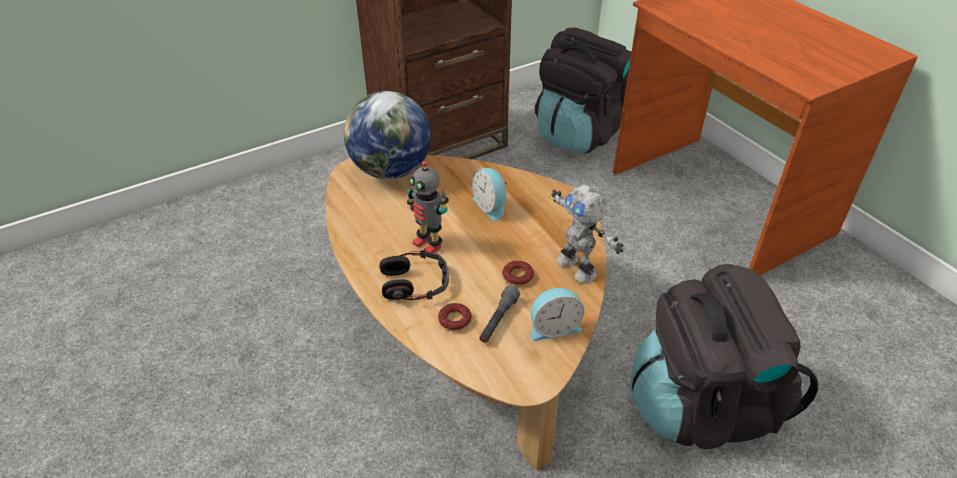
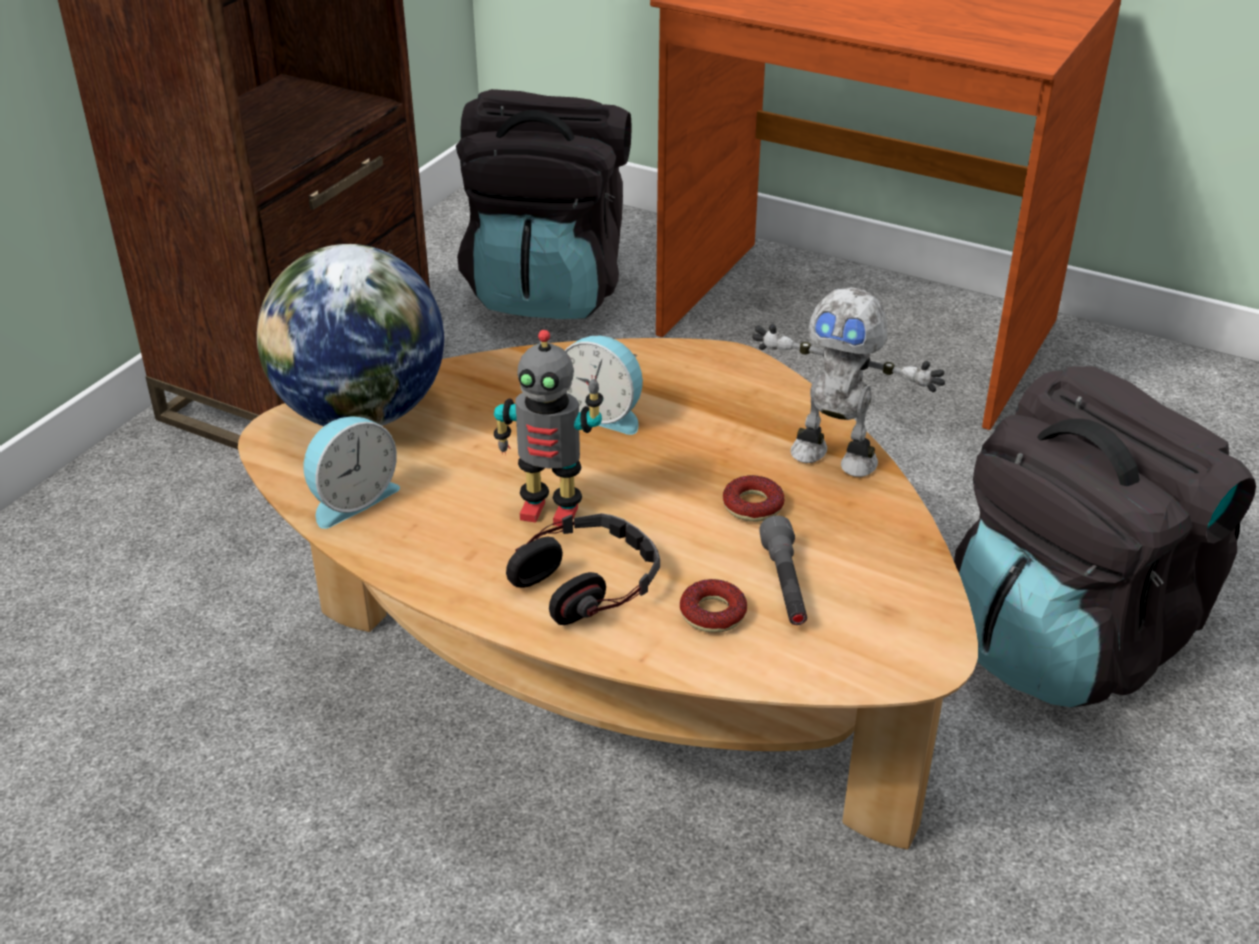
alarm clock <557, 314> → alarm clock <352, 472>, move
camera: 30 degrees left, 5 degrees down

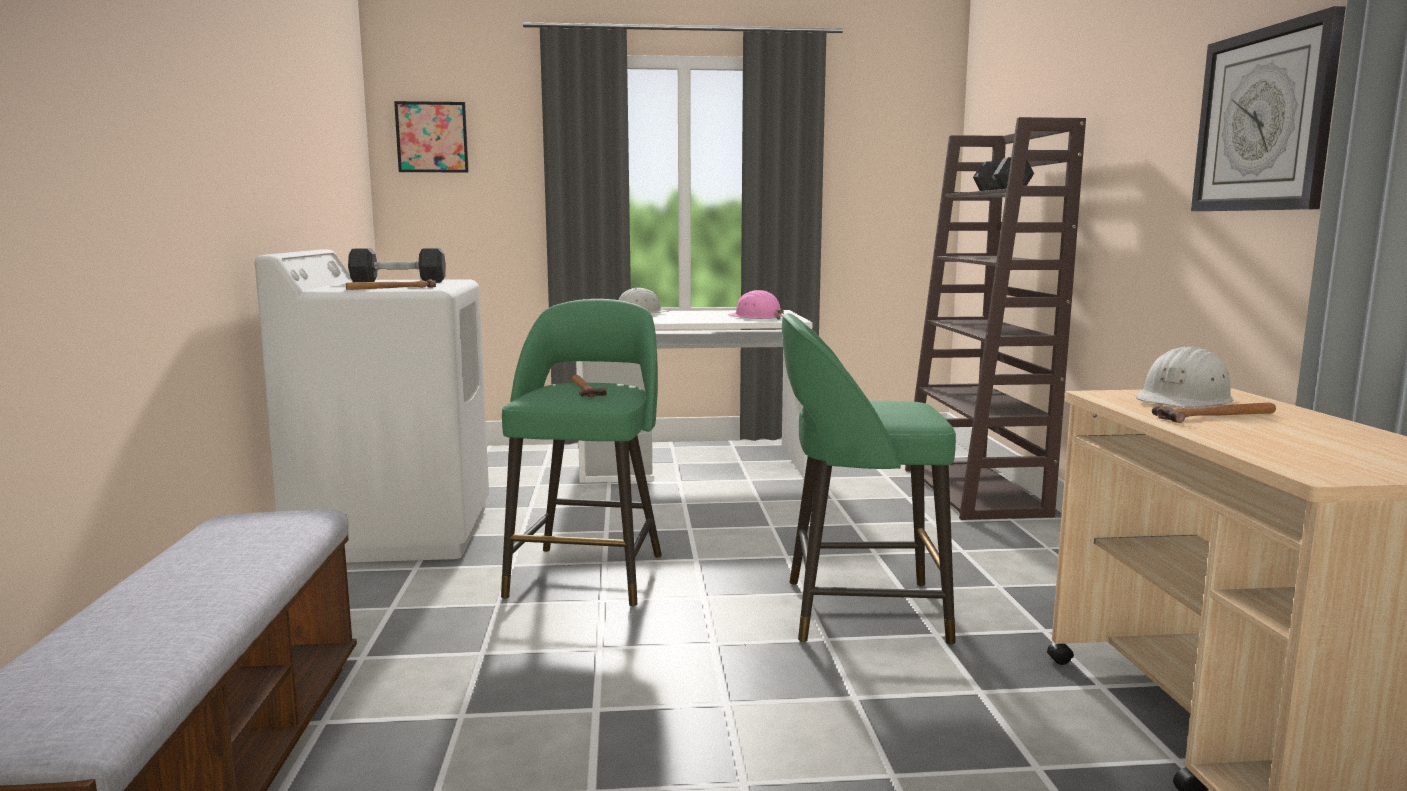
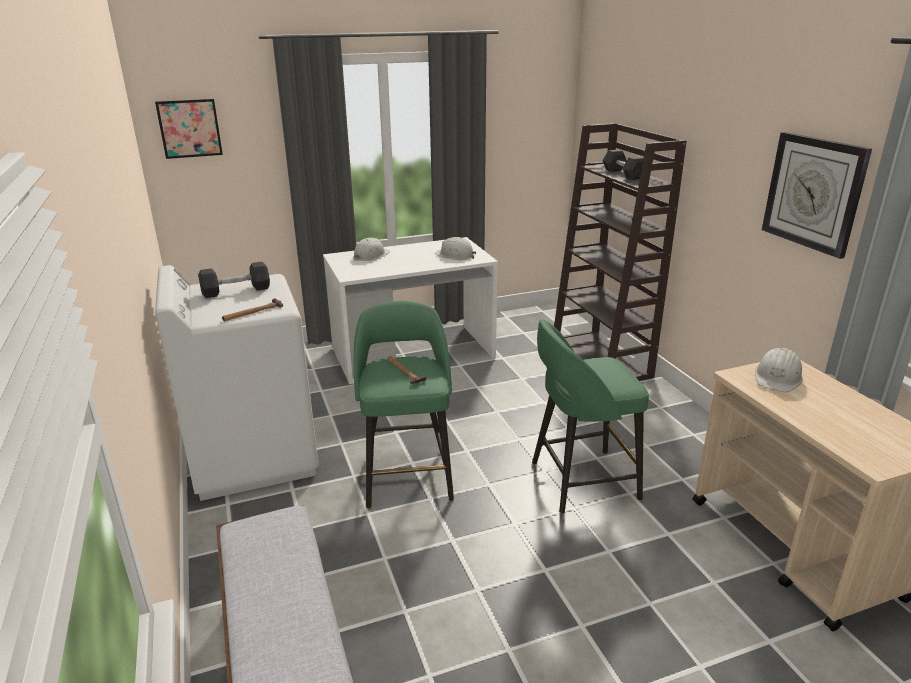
hammer <1214, 413> → -
pink hard hat <756, 305> → white hard hat <455, 248>
camera: 15 degrees left, 15 degrees up

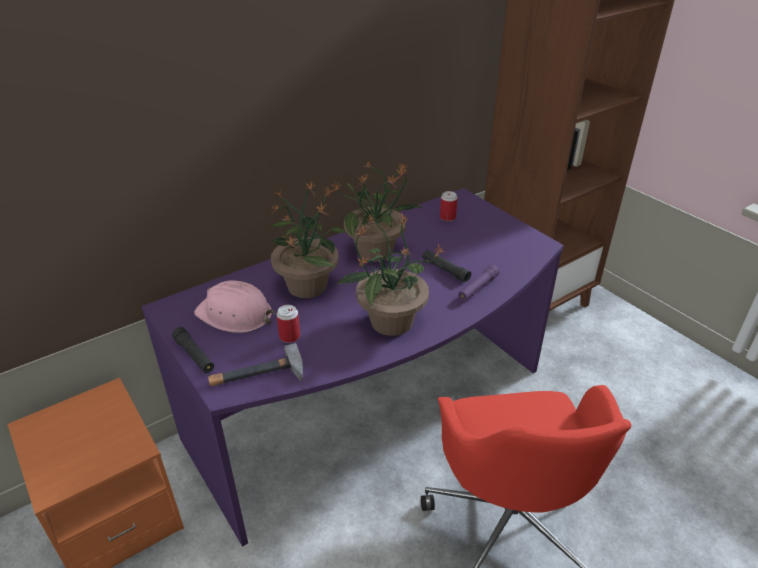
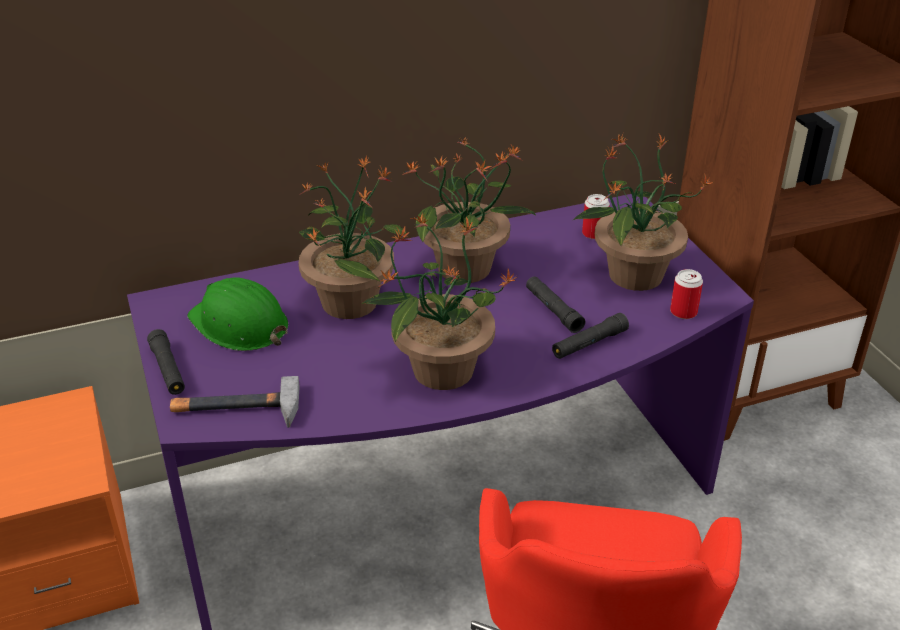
- → potted plant <642, 212>
can <288, 324> → can <686, 294>, move
pink hard hat <234, 306> → green hard hat <237, 314>
purple flashlight <479, 283> → black flashlight <590, 336>
camera: 15 degrees right, 0 degrees up

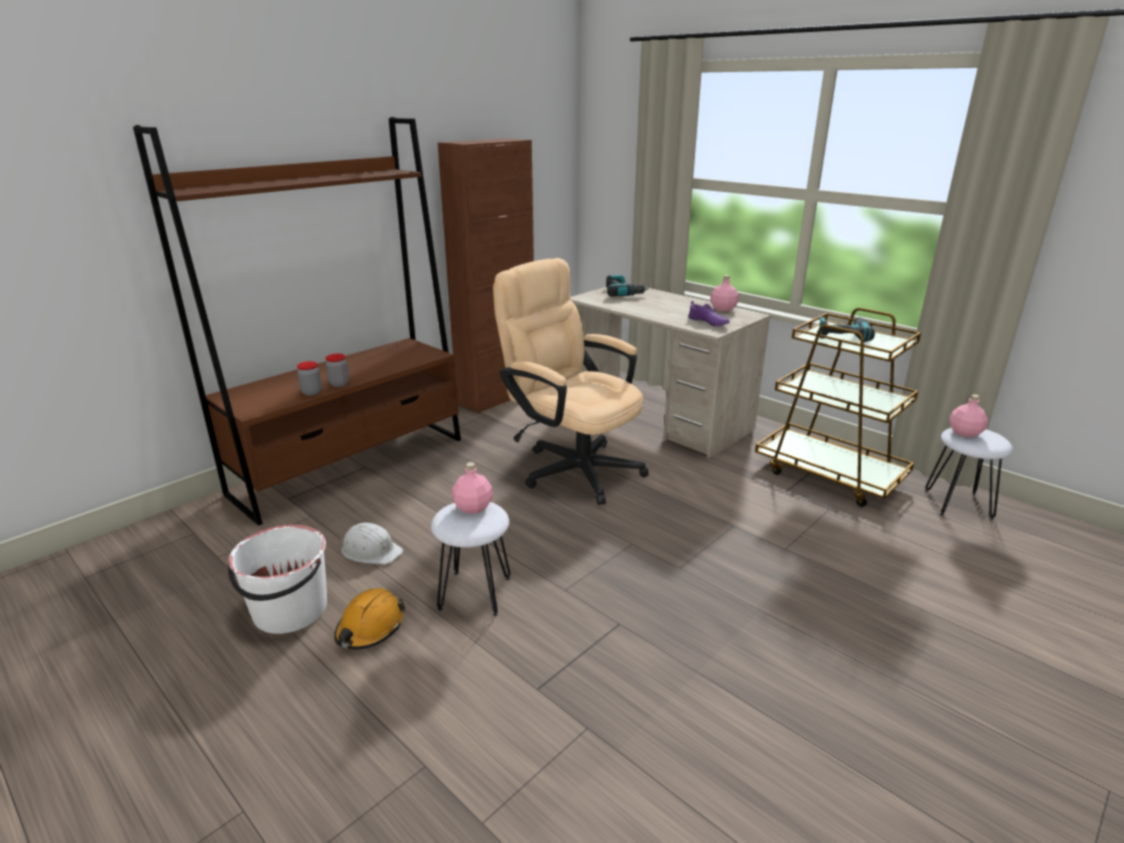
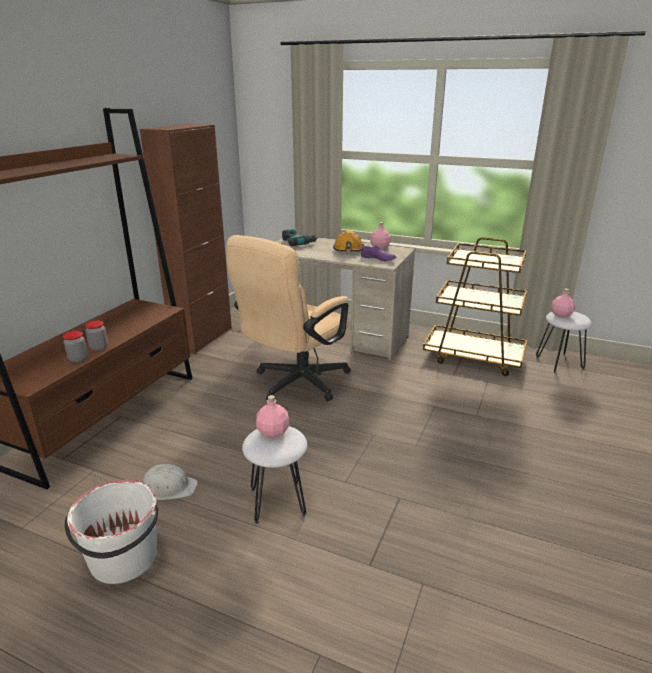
power drill <846, 329> → -
orange hard hat <369, 618> → orange hard hat <348, 241>, move
beige office chair <571, 381> → beige office chair <288, 318>, 75 degrees counterclockwise
camera: 20 degrees left, 0 degrees up

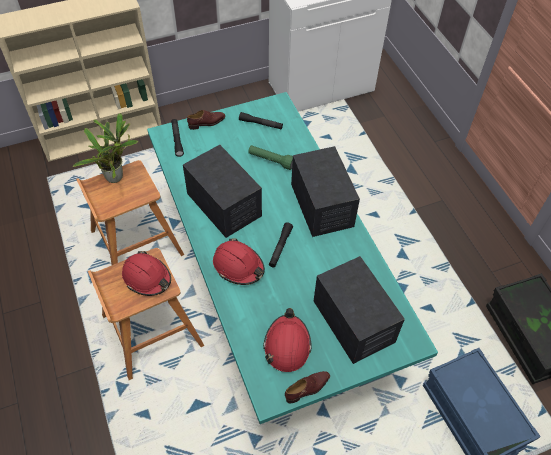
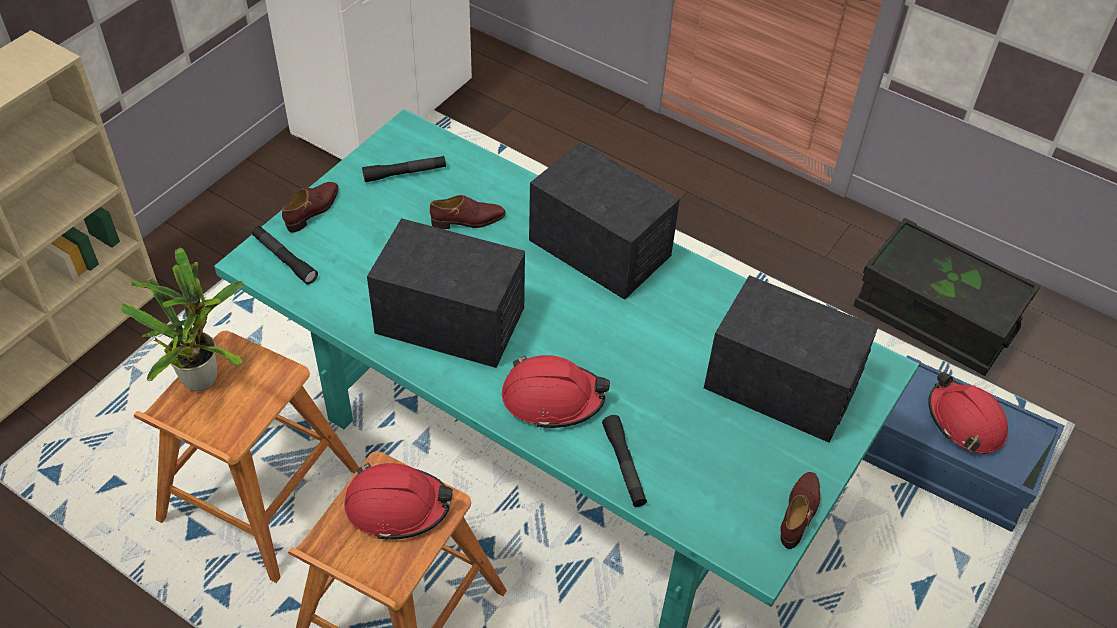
red hard hat <287, 340> → red hard hat <968, 413>, move
black flashlight <281, 245> → black flashlight <624, 461>, move
green flashlight <270, 157> → brown shoe <468, 212>
camera: 35 degrees left, 5 degrees down

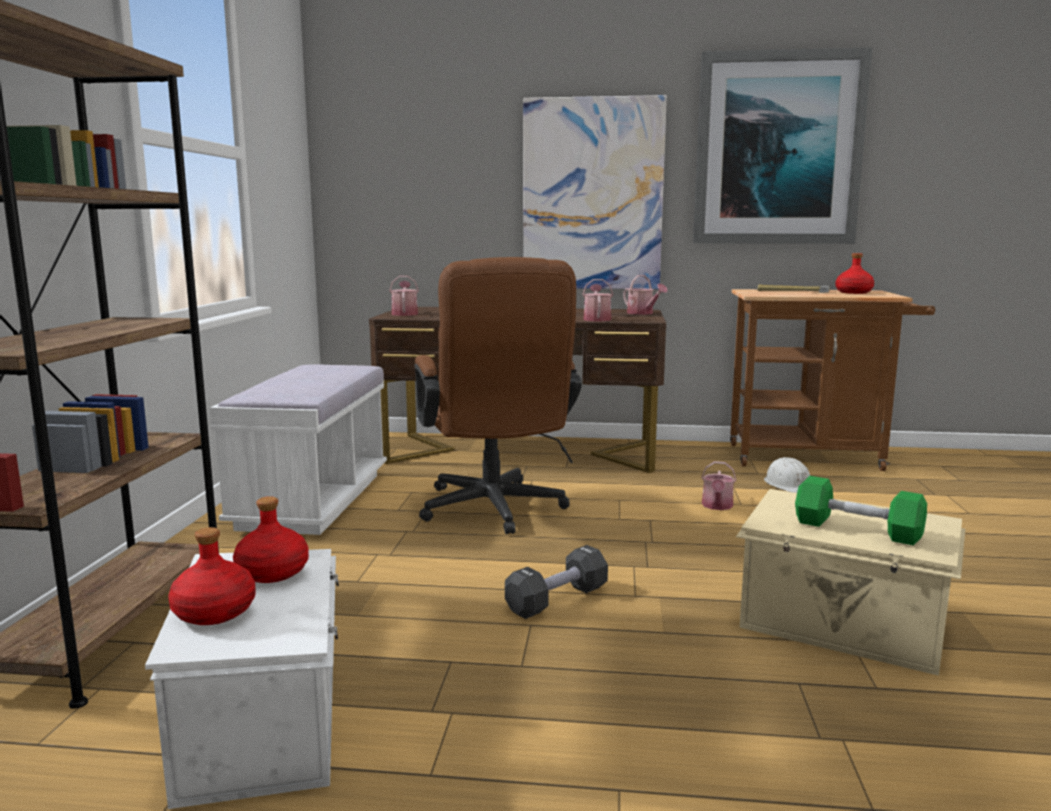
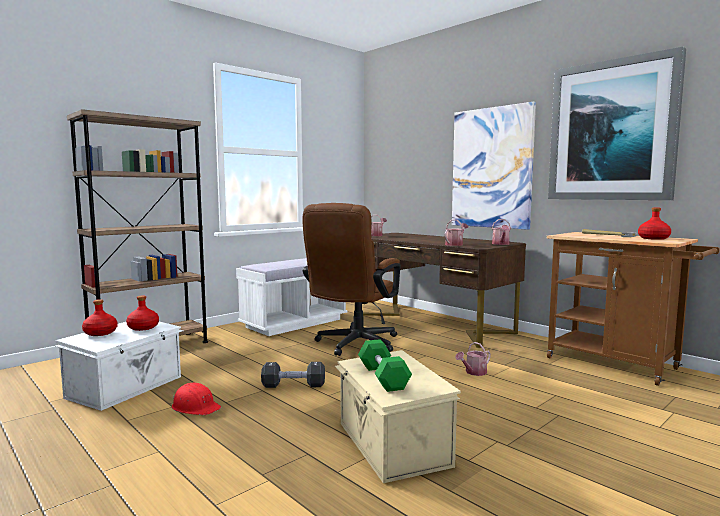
white hard hat <787, 475> → -
- → red hard hat <196, 399>
camera: 40 degrees right, 5 degrees down

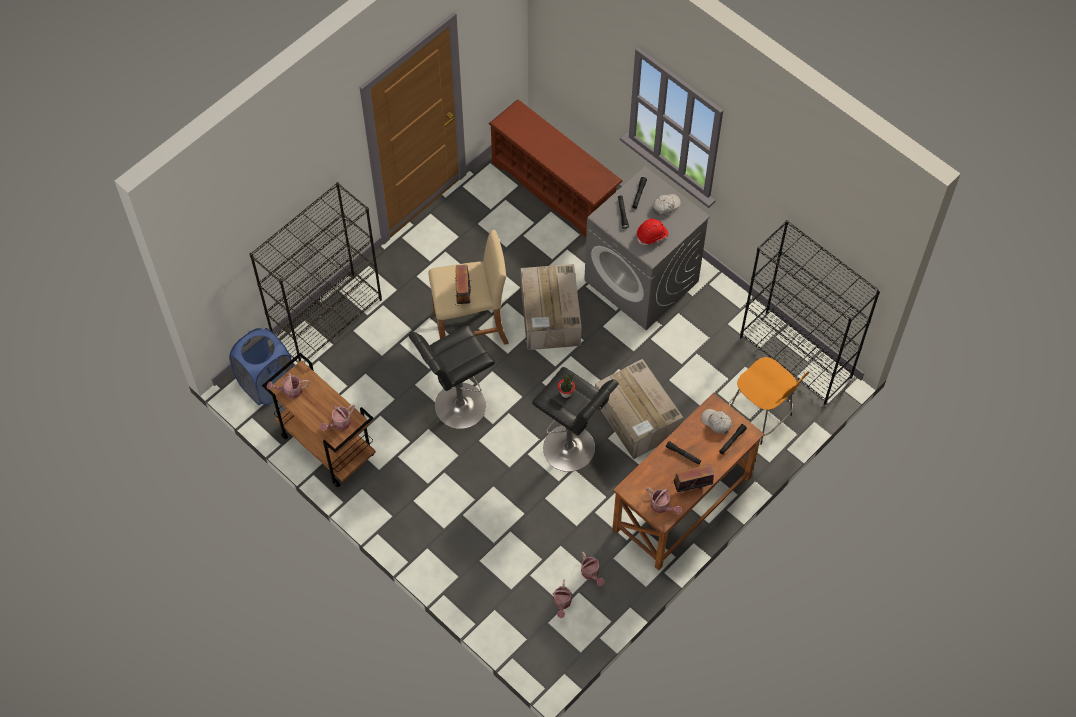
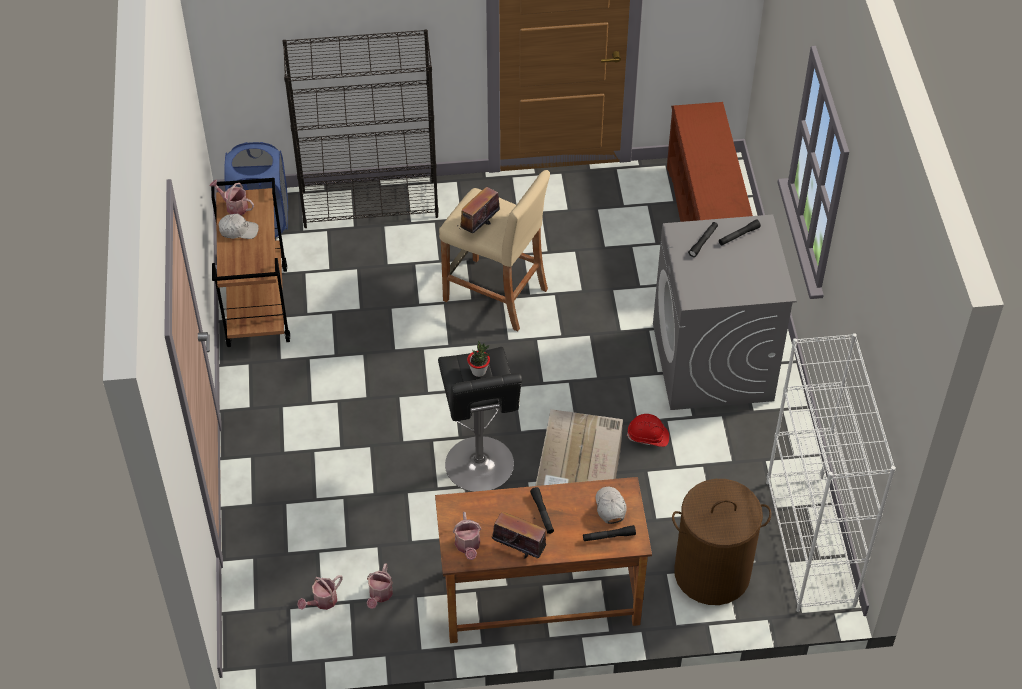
watering can <337, 417> → -
black stool <452, 377> → -
cardboard box <551, 307> → -
red hard hat <653, 232> → red hard hat <648, 430>, move
white cap <667, 205> → white cap <239, 226>, move
orange stool <769, 401> → brown laundry basket <721, 542>
black bookcase <810, 312> → white bookcase <831, 472>
camera: 40 degrees right, 10 degrees down

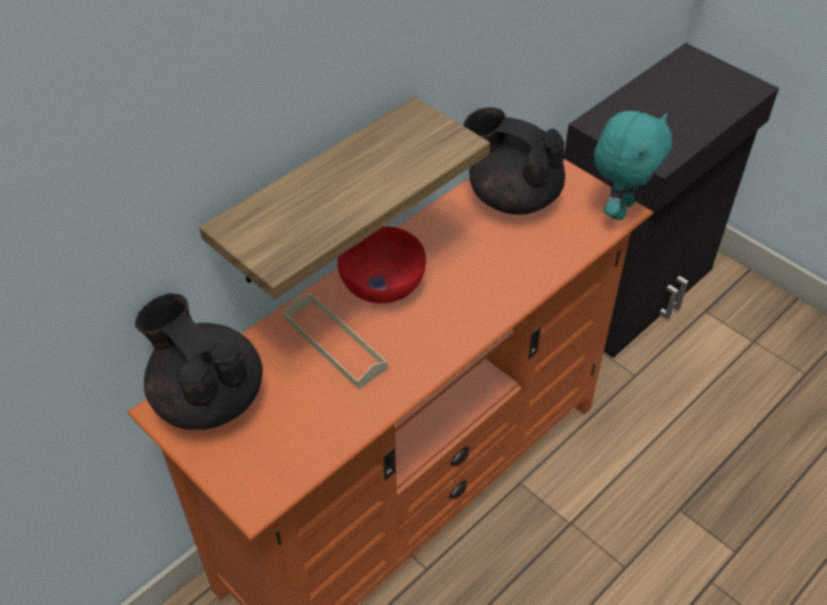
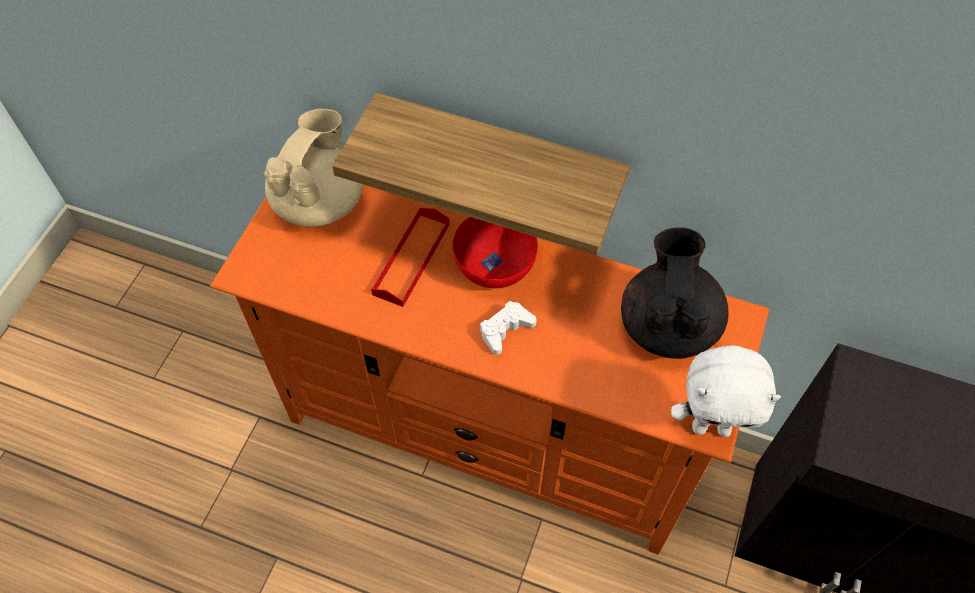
- → white game controller <508, 328>
black teapot <199, 361> → beige teapot <313, 168>
beige tray <335, 341> → red tray <410, 257>
turquoise plush toy <633, 165> → white plush toy <726, 391>
camera: 65 degrees right, 10 degrees up

